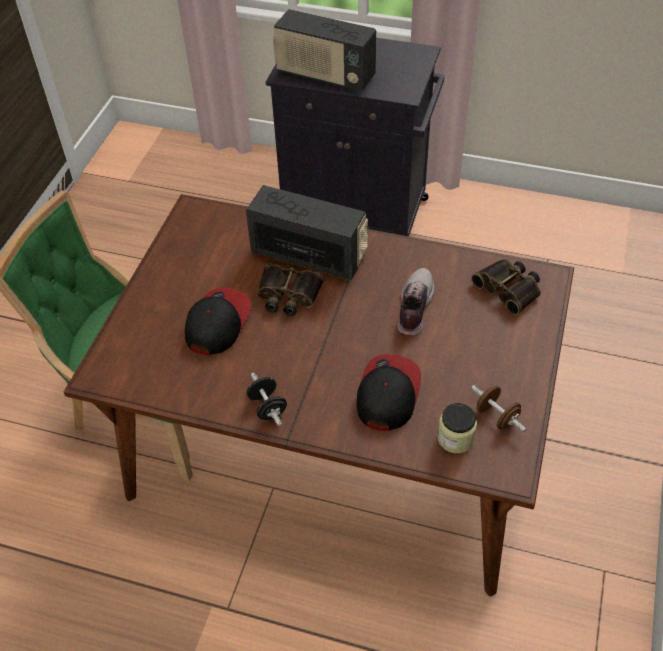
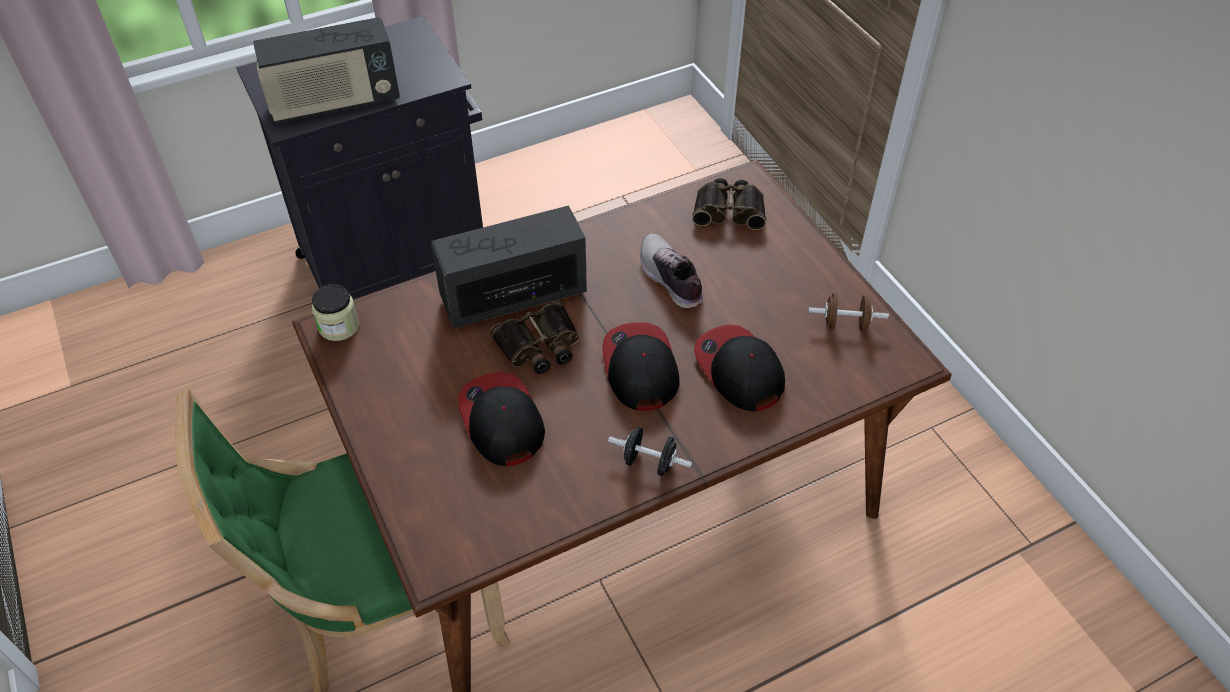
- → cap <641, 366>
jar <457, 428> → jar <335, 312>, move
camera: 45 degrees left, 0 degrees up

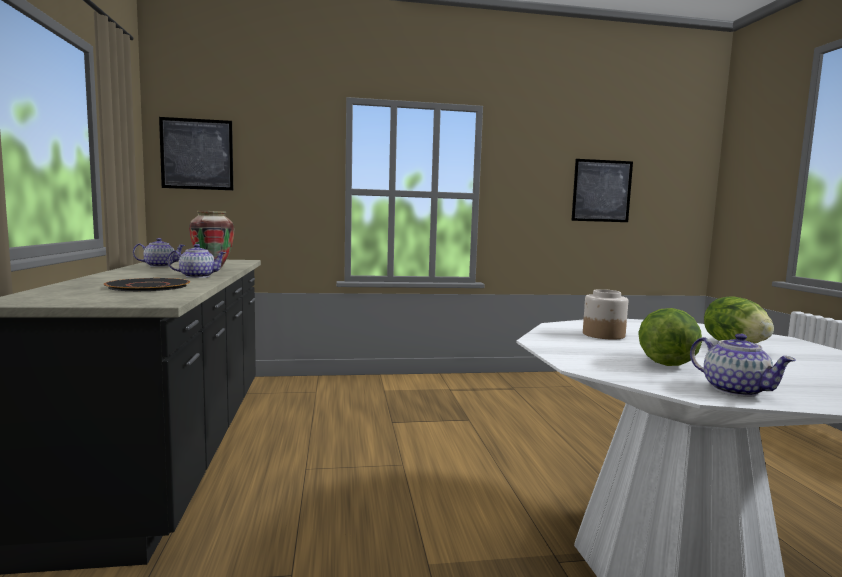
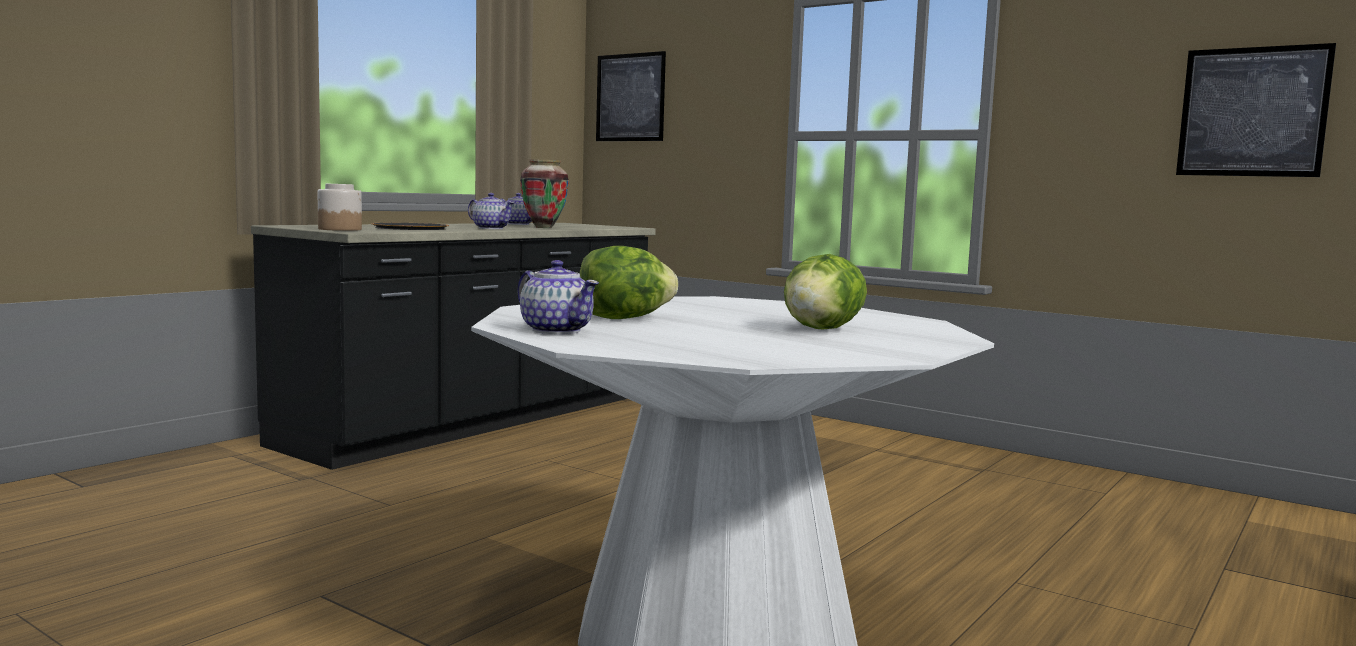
jar <605, 314> → jar <340, 207>, move
teapot <743, 365> → teapot <558, 297>, 60 degrees counterclockwise
camera: 45 degrees right, 0 degrees up

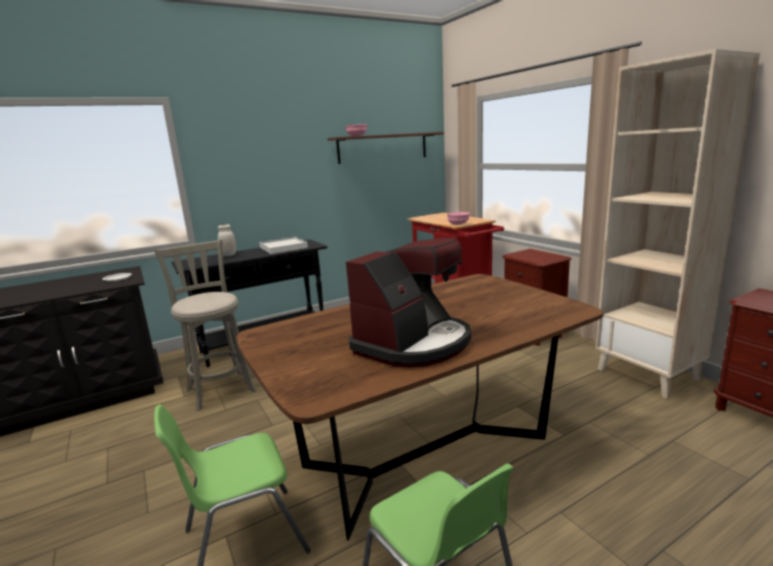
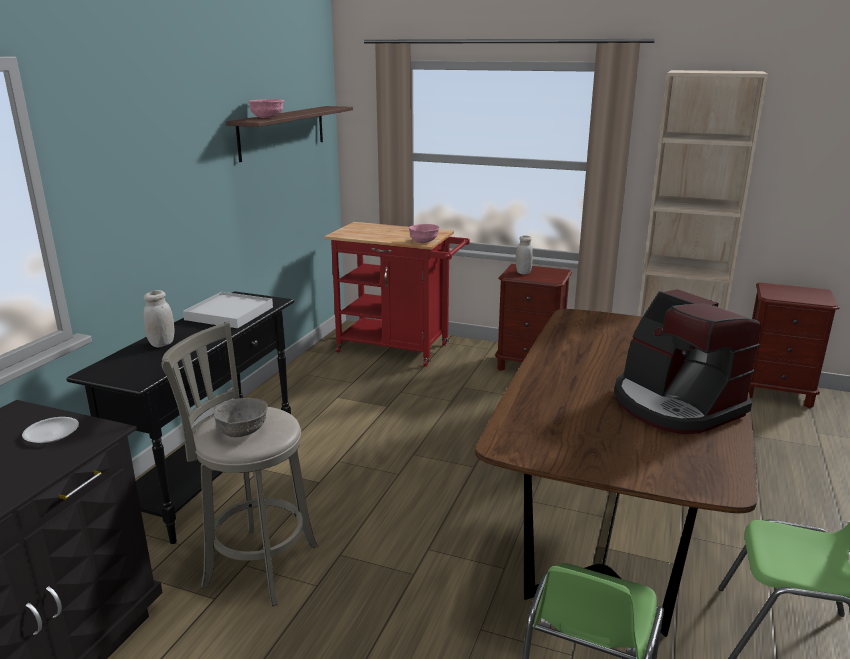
- → grey bowl <240, 417>
- → white jar <524, 254>
coffee machine <408, 302> → coffee machine <687, 361>, 150 degrees clockwise
camera: 40 degrees left, 5 degrees up

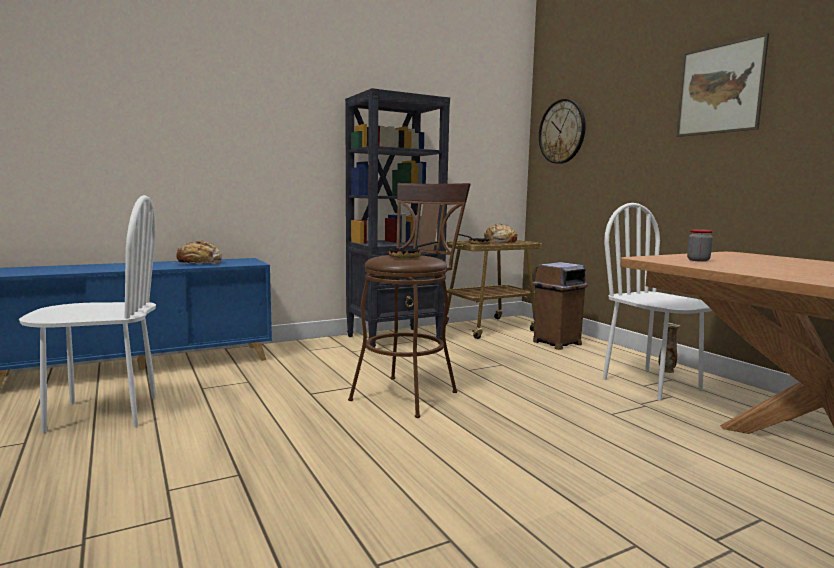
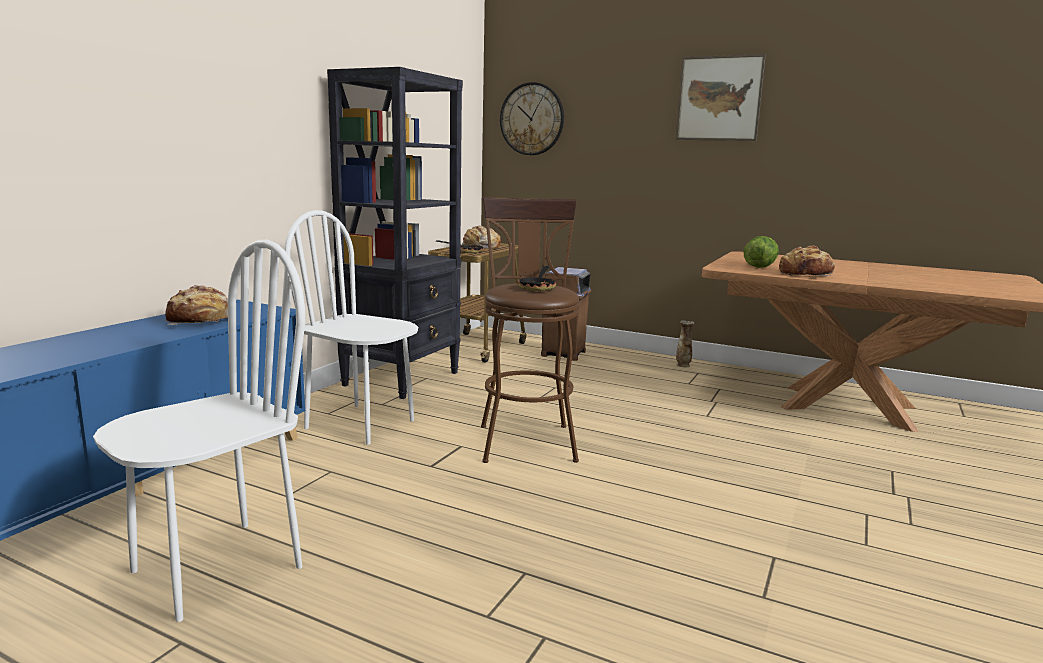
- → bread <807, 261>
white chair <658, 302> → white chair <351, 327>, move
jar <700, 245> → lettuce <761, 252>
camera: 35 degrees left, 5 degrees up

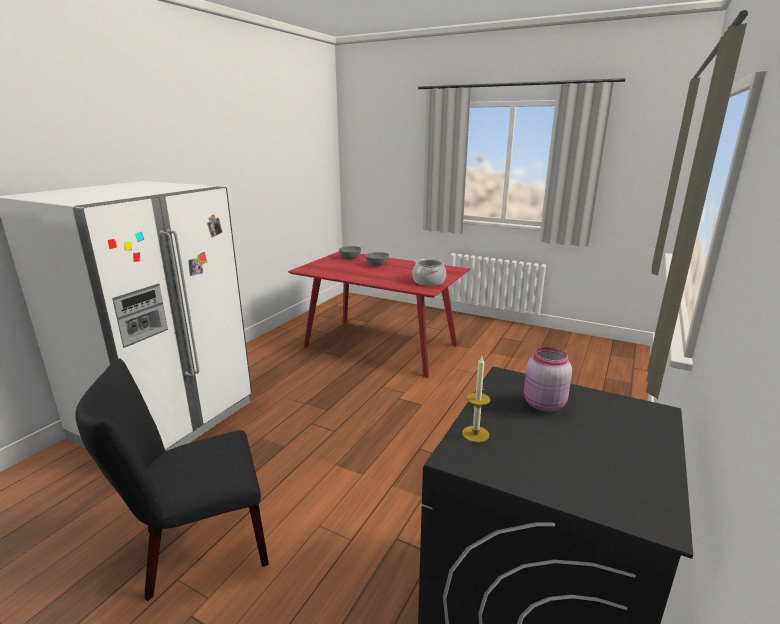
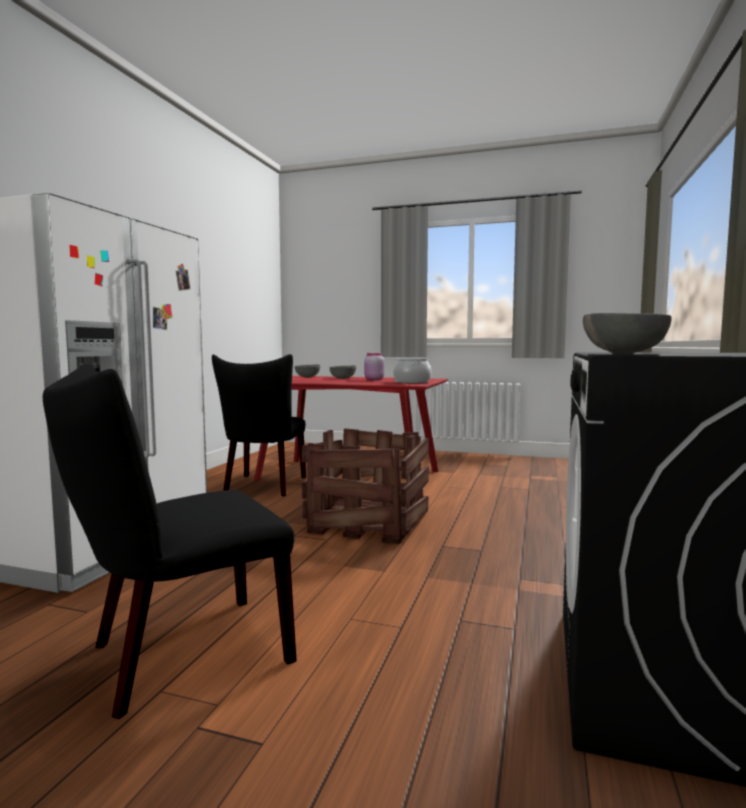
- → black chair <259, 425>
- → crate <365, 486>
pink jar <548, 379> → pink jar <374, 366>, move
candle <476, 399> → grey bowl <627, 333>
camera: 10 degrees left, 15 degrees down

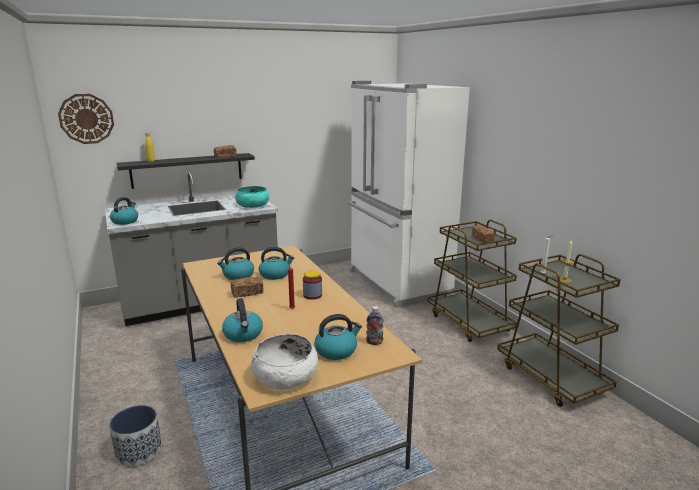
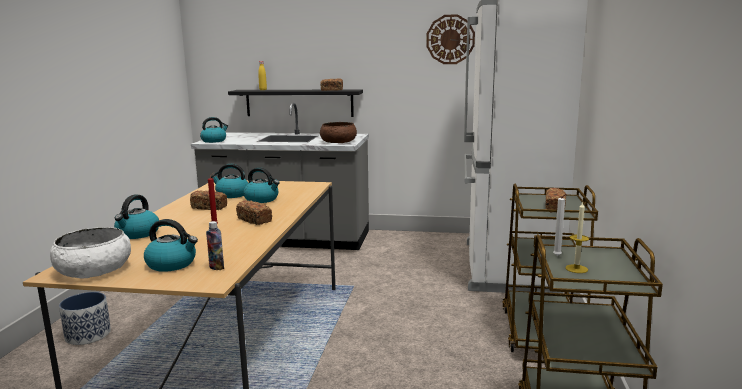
wall clock <86, 119> → wall clock <450, 39>, move
jar <312, 285> → bread <254, 212>
turquoise bowl <252, 197> → brown bowl <338, 132>
camera: 35 degrees right, 5 degrees down

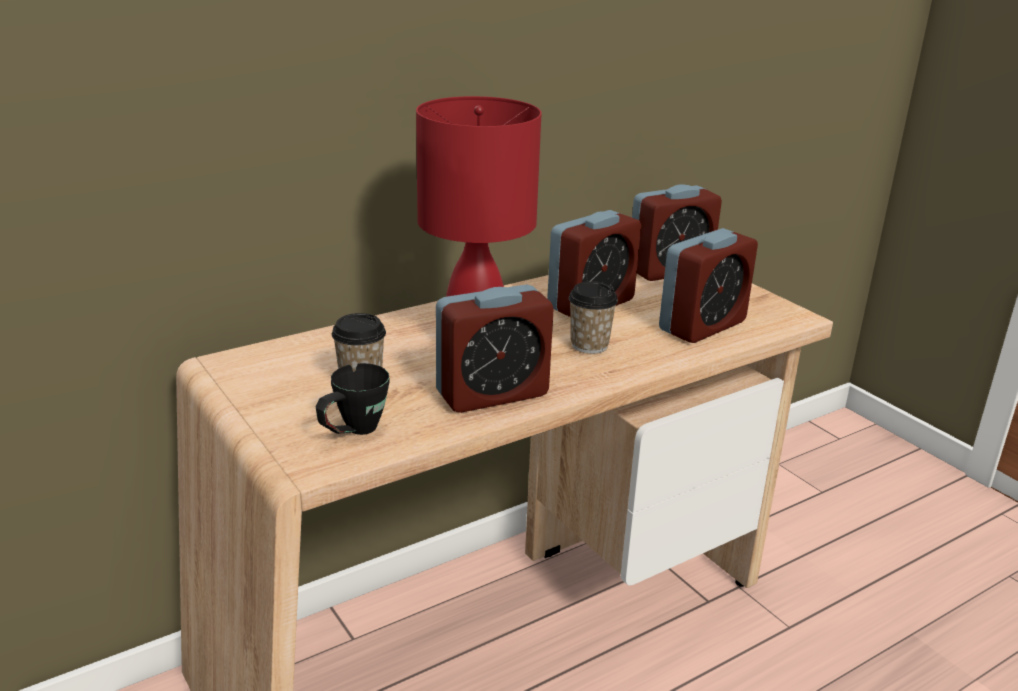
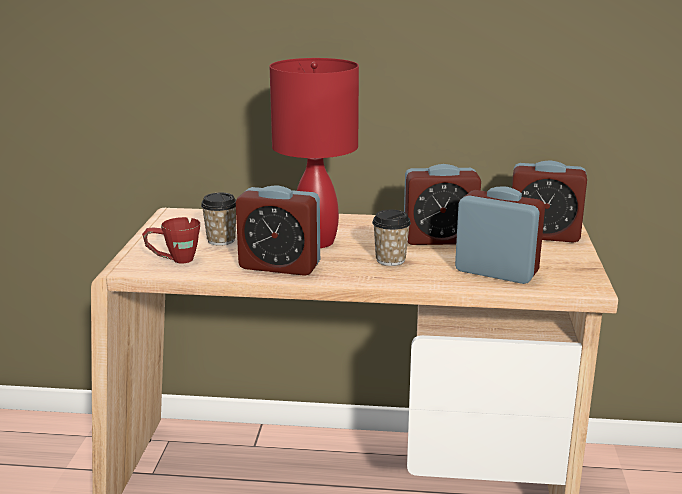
black mug <352, 399> → red mug <171, 240>
alarm clock <708, 285> → alarm clock <500, 235>, 150 degrees counterclockwise
camera: 40 degrees right, 5 degrees down

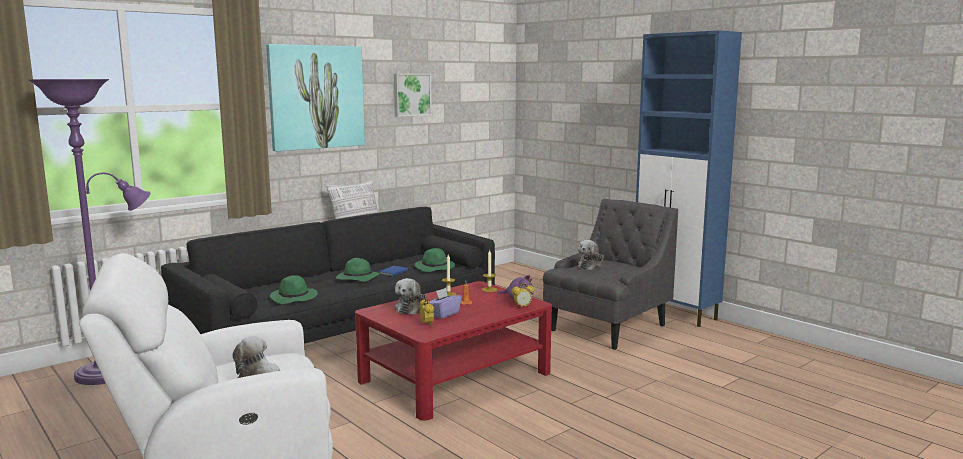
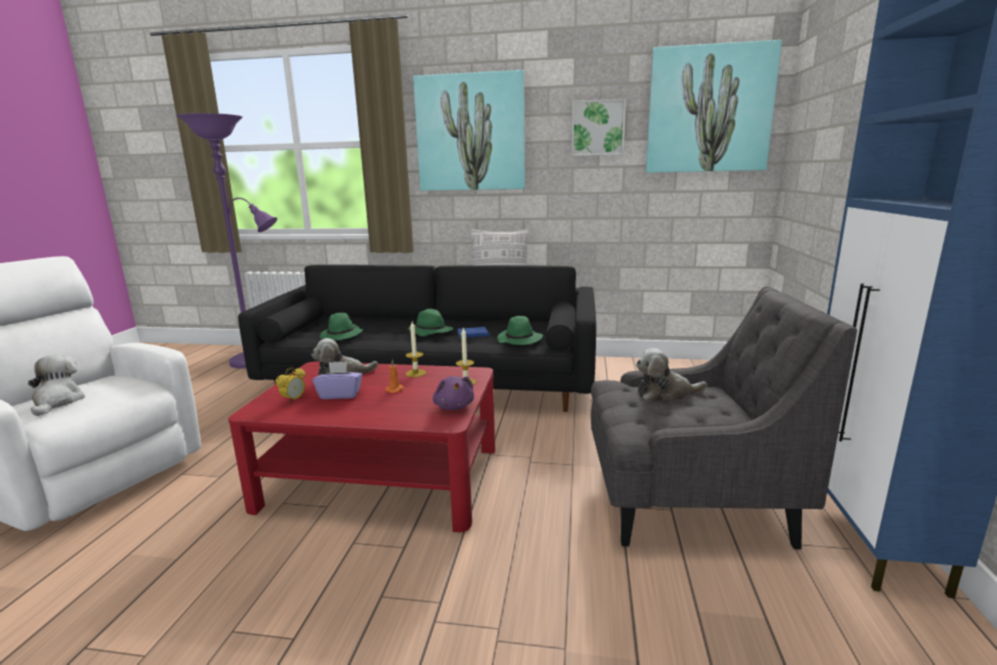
alarm clock <523, 295> → -
- → picture <714, 106>
camera: 50 degrees right, 5 degrees up

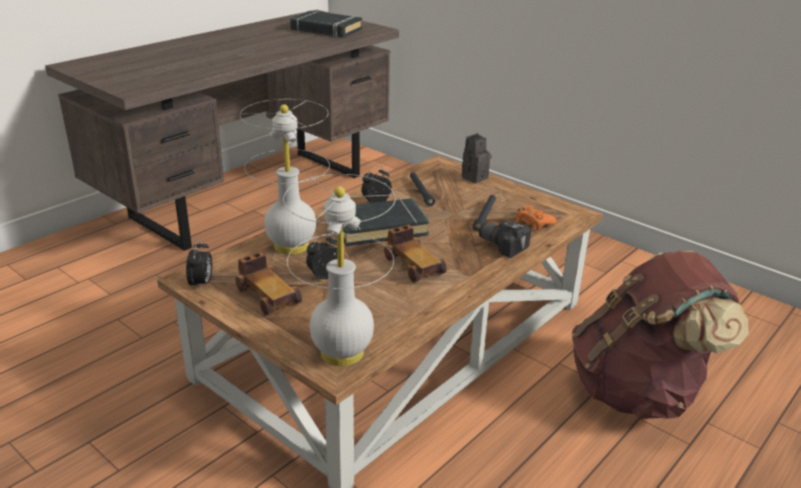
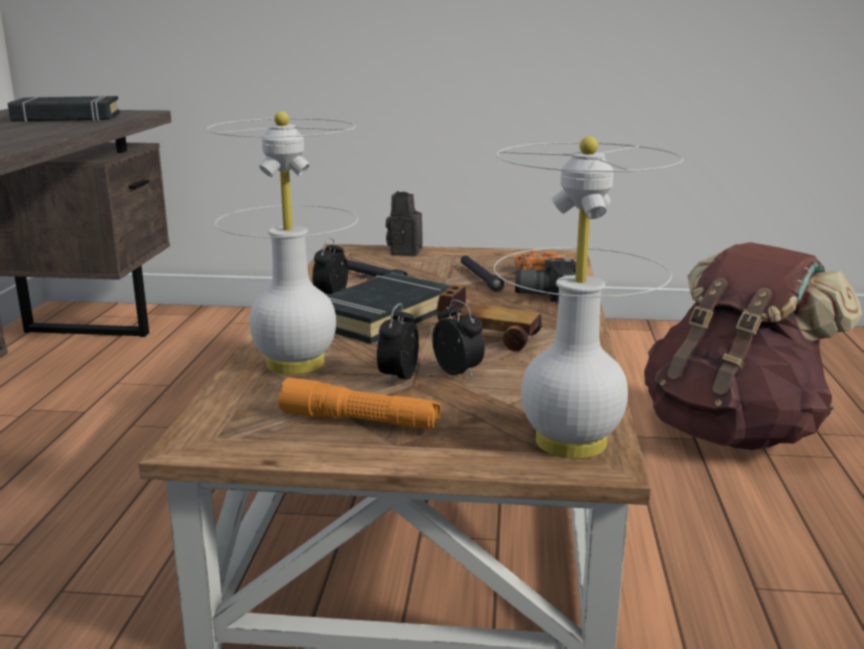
alarm clock <199, 265> → alarm clock <458, 339>, move
toy car <268, 284> → orange flashlight <359, 403>
camera: 35 degrees left, 10 degrees down

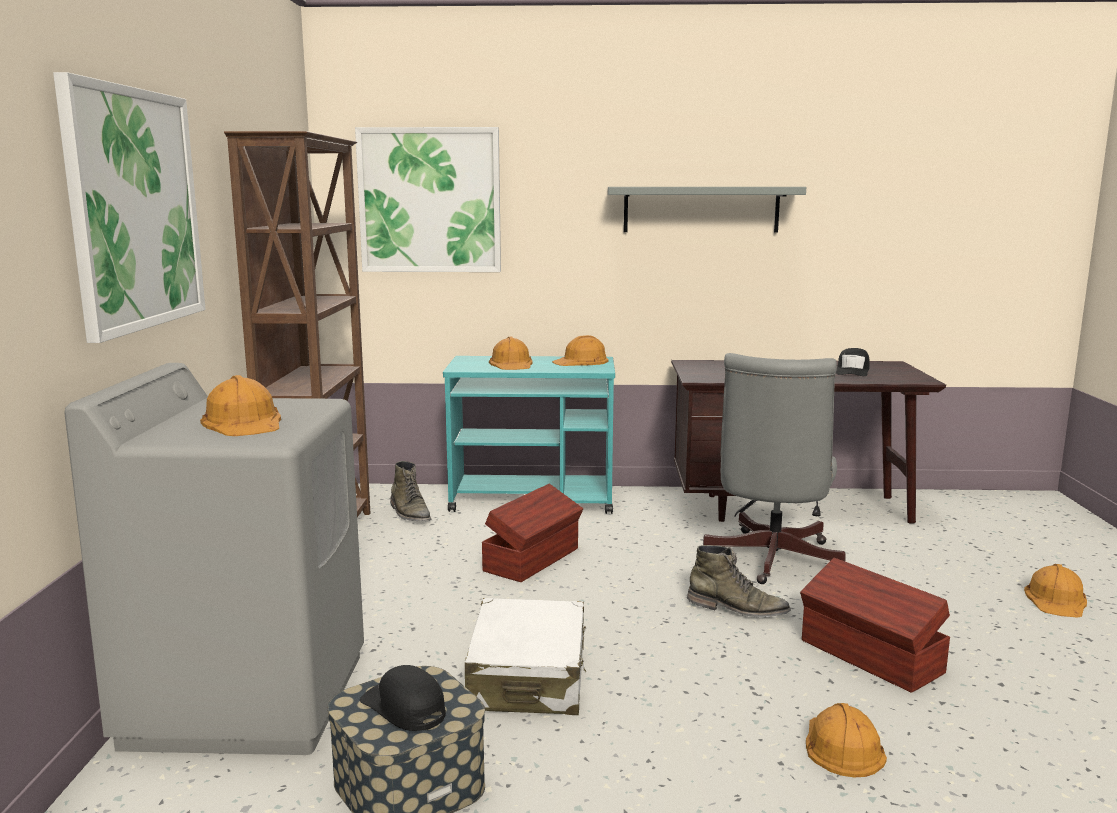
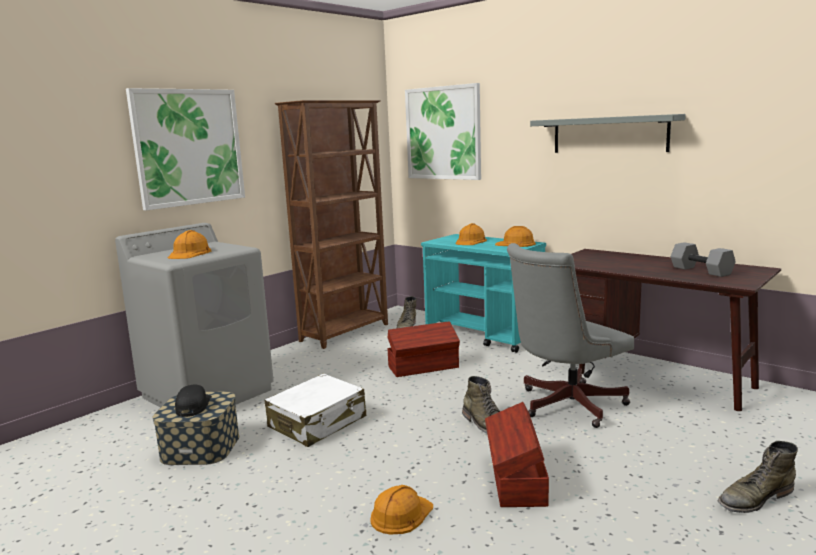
black cap <853, 362> → grey dumbbell <703, 259>
orange hard hat <1055, 591> → green boot <758, 477>
camera: 40 degrees right, 0 degrees up

